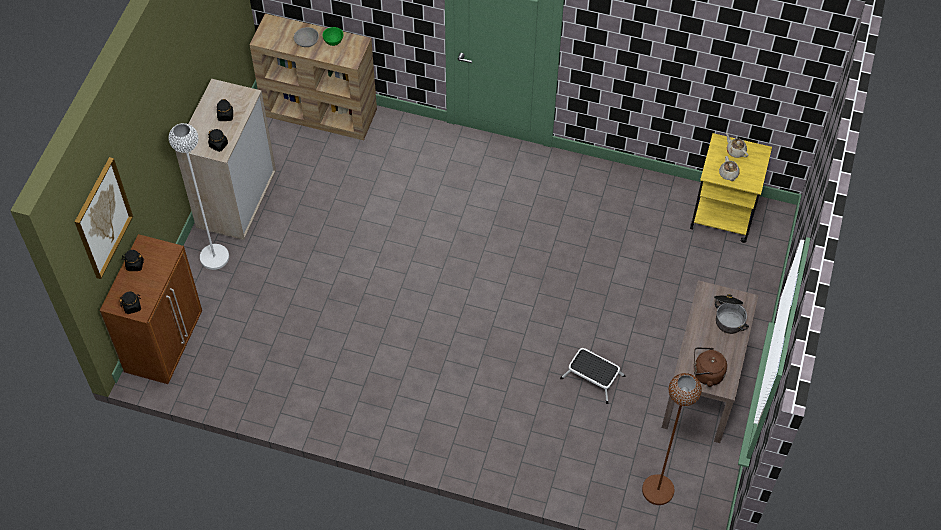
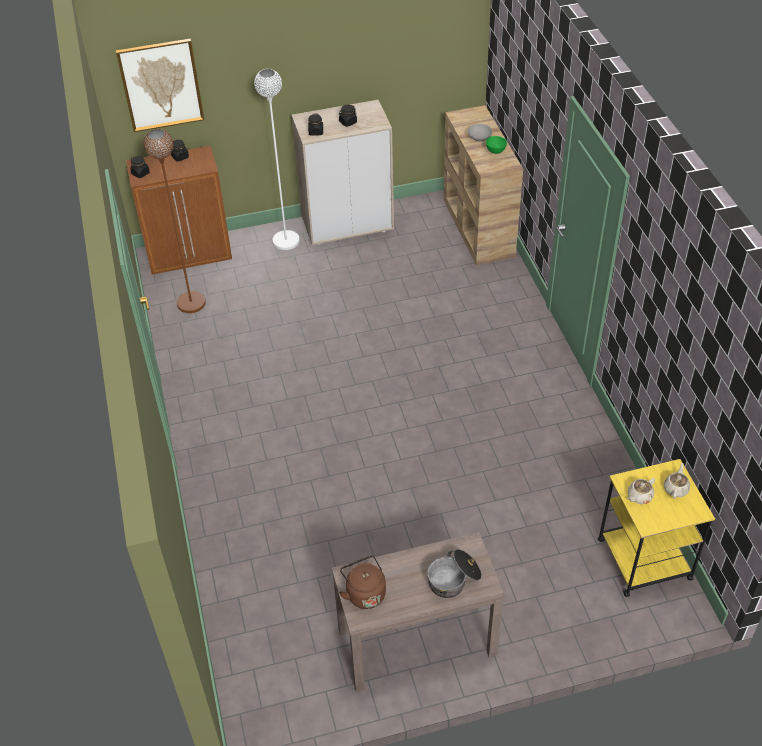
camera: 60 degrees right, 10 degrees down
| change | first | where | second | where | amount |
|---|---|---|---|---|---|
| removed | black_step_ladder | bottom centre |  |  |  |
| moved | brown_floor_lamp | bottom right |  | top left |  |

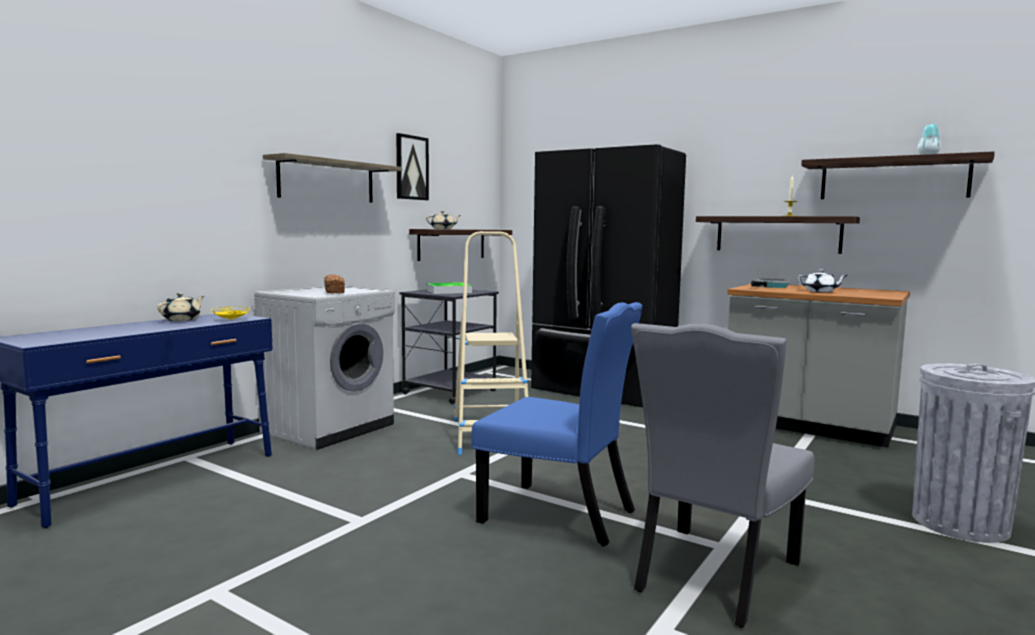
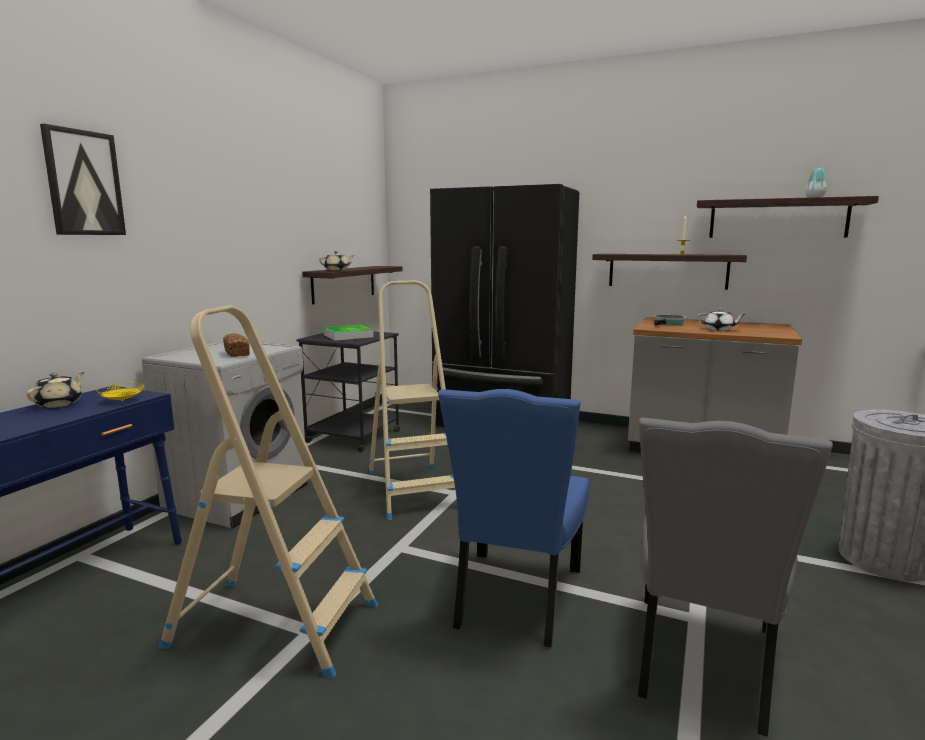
camera: 10 degrees left, 5 degrees up
| change | first | where | second | where | amount |
|---|---|---|---|---|---|
| removed | shelf (1st from left) | top left |  |  |  |
| moved | picture | top centre |  | top left |  |
| turned | blue_chair | bottom centre |  | bottom centre | 90 degrees clockwise |
| added |  |  | beige_step_ladder (1st from left) | middle left |  |

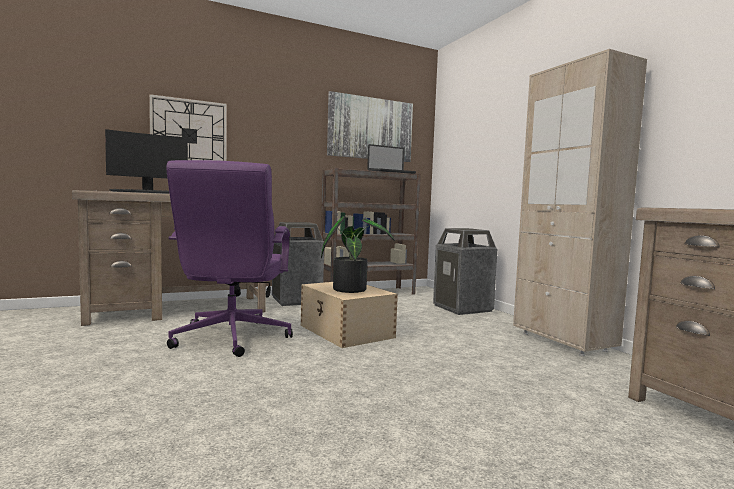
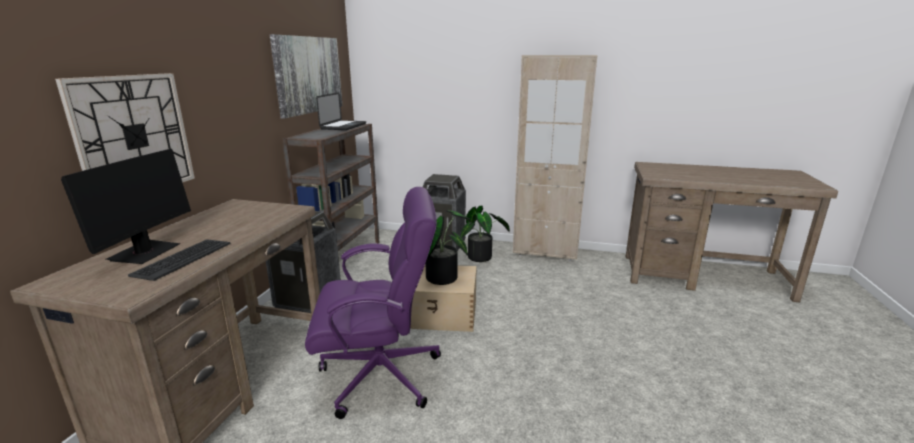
camera: 50 degrees left, 15 degrees up
| change | first | where | second | where | amount |
|---|---|---|---|---|---|
| turned | purple_office_chair | middle left |  | bottom centre | 45 degrees counterclockwise |
| added |  |  | potted_plant (2nd from left) | centre |  |

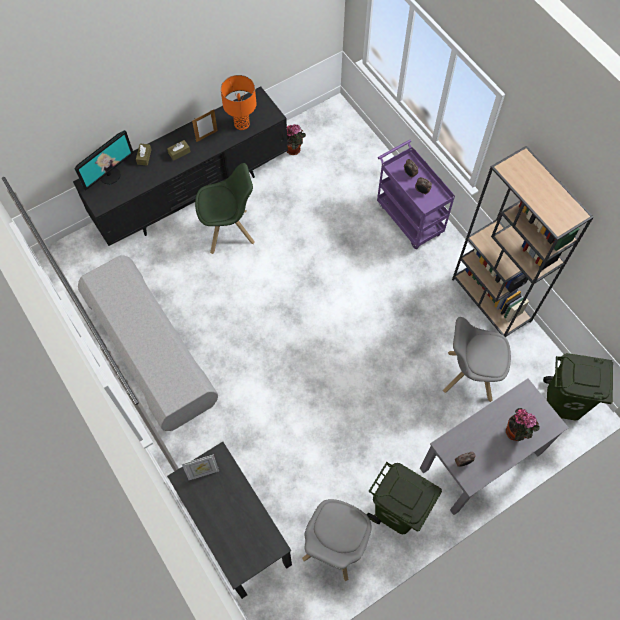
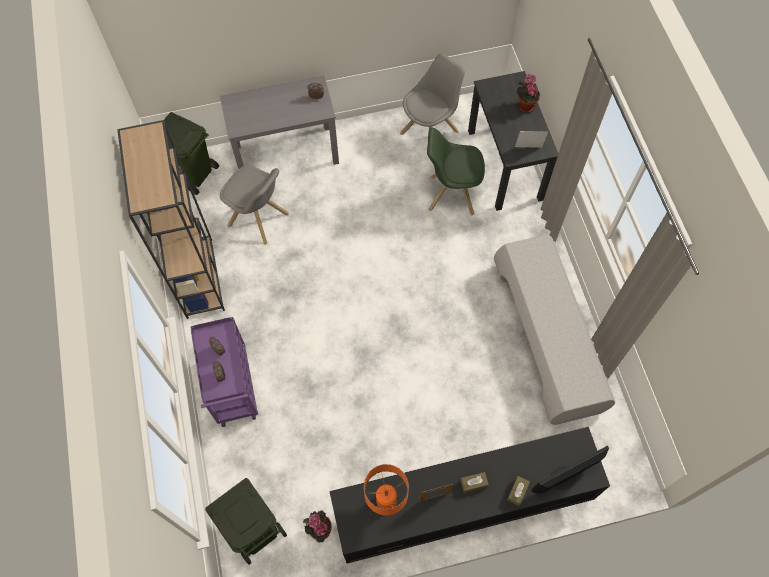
camera: 160 degrees left, 0 degrees up
| change | first | where | second | where | amount |
|---|---|---|---|---|---|
| moved | green_chair | centre |  | top centre |  |
| moved | green_trash_can (1st from left in the first image) | bottom centre | green_trash_can (2nd from left) | bottom left |  |
| moved | potted_plant (2nd from left) | bottom right |  | top right |  |

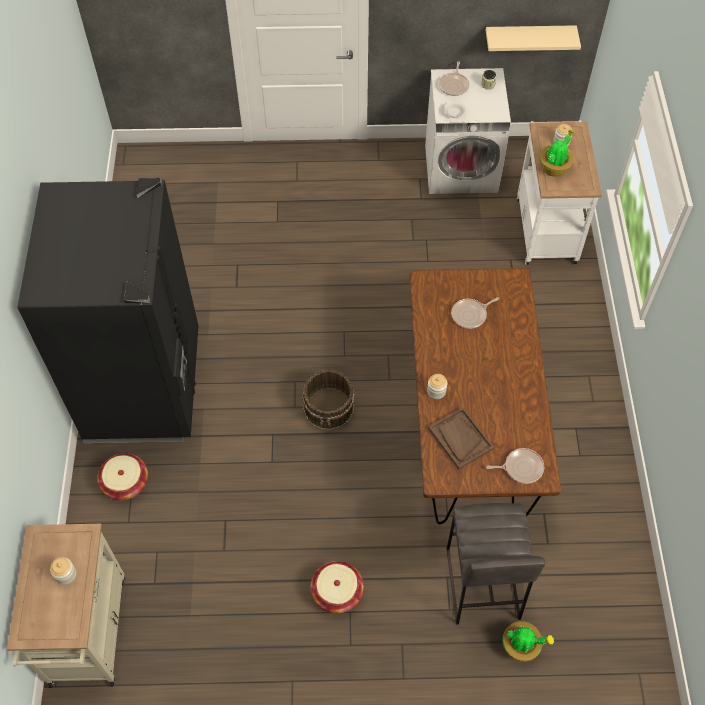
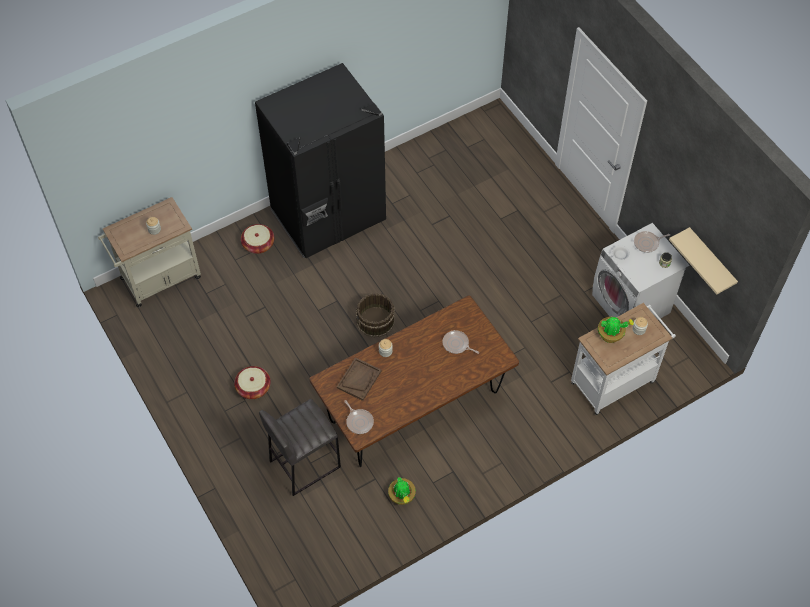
camera: 60 degrees right, 0 degrees up
| change | first | where | second | where | amount |
|---|---|---|---|---|---|
| moved | potted_plant (1st from left) | bottom right |  | bottom centre |  |

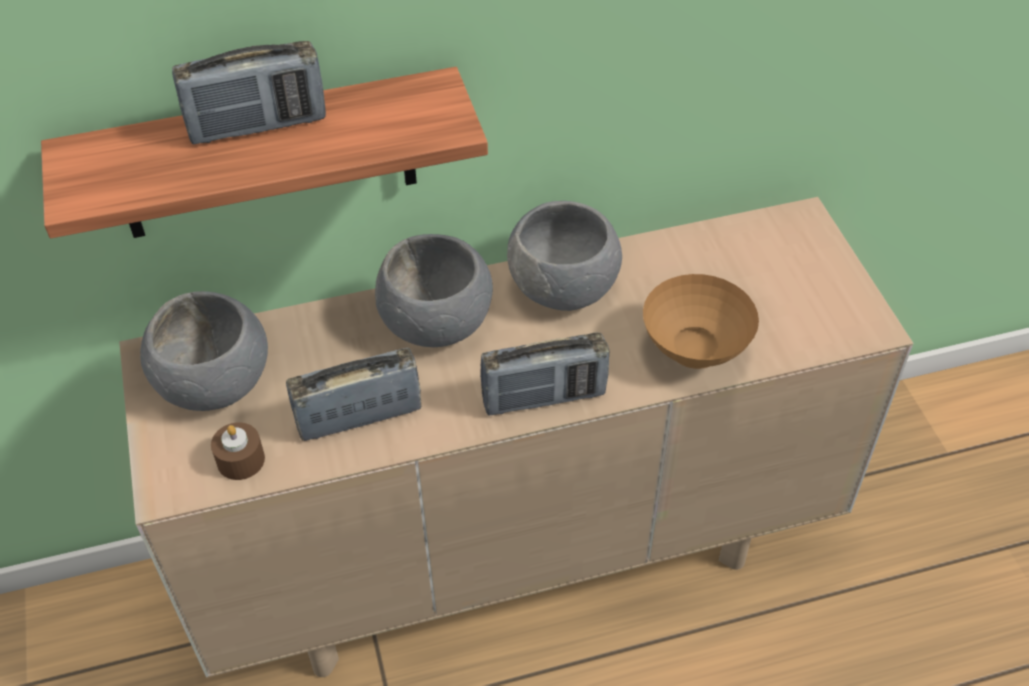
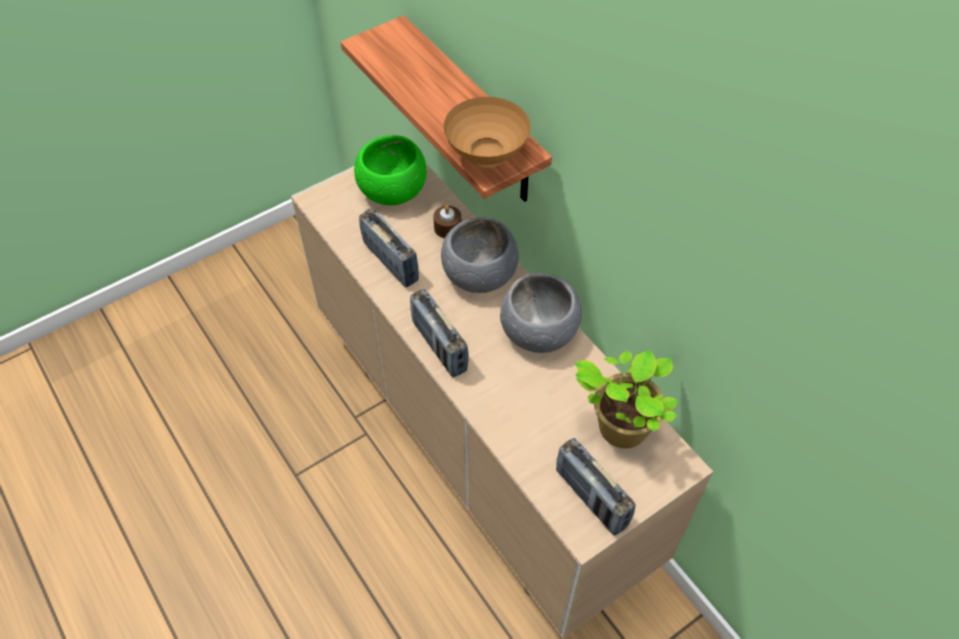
camera: 70 degrees right, 5 degrees up
| change | first | where | second | where | amount |
|---|---|---|---|---|---|
| recoloured | grey_bowl (1st from left) | middle left | green_bowl | top centre |  |
| moved | radio (1st from left in the first image) | top left | radio (3rd from left) | bottom centre |  |
| moved | brown_candle | middle left |  | centre |  |
| moved | brown_bowl | middle right |  | top centre |  |
| added |  |  | potted_plant | centre |  |

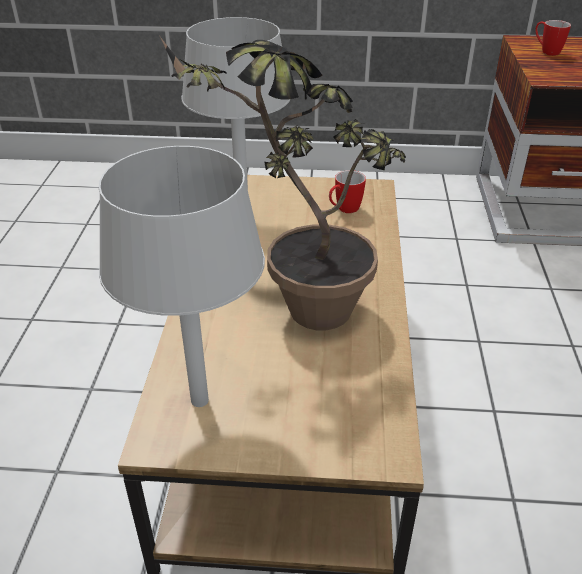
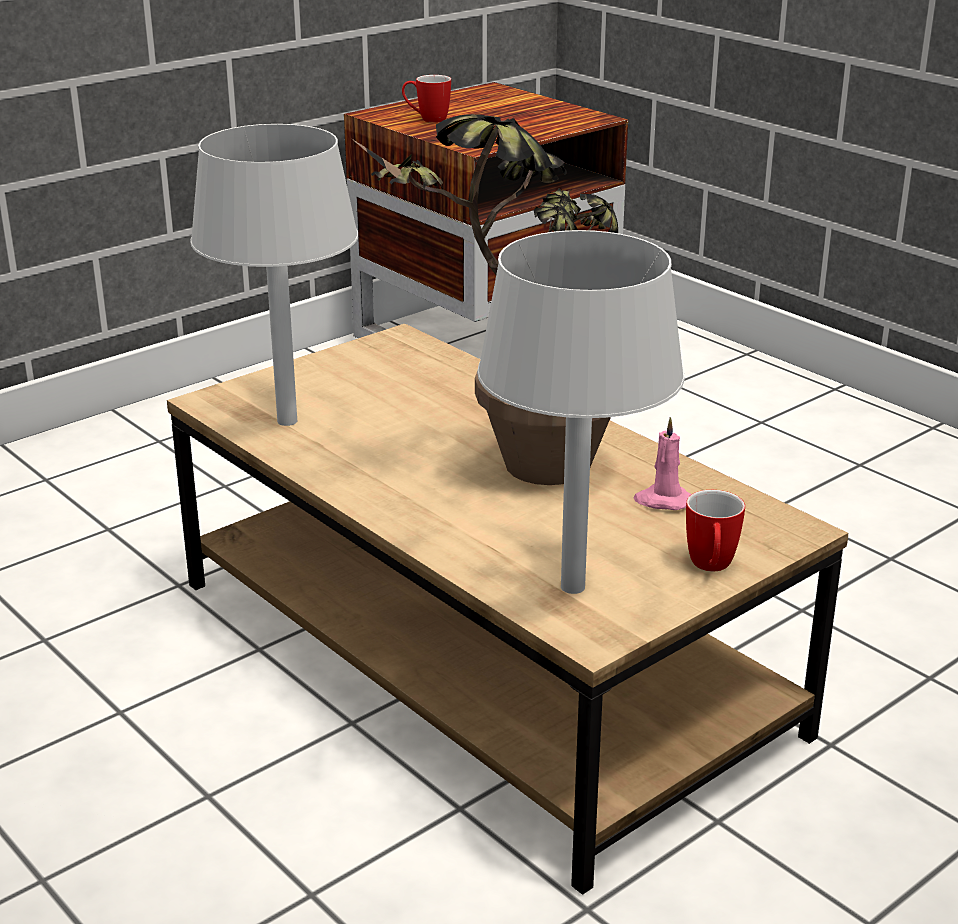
camera: 45 degrees left, 10 degrees down
| change | first | where | second | where | amount |
|---|---|---|---|---|---|
| moved | mug (1st from left in the first image) | top centre | mug (2nd from left) | middle right |  |
| added |  |  | pink_candle | middle right |  |

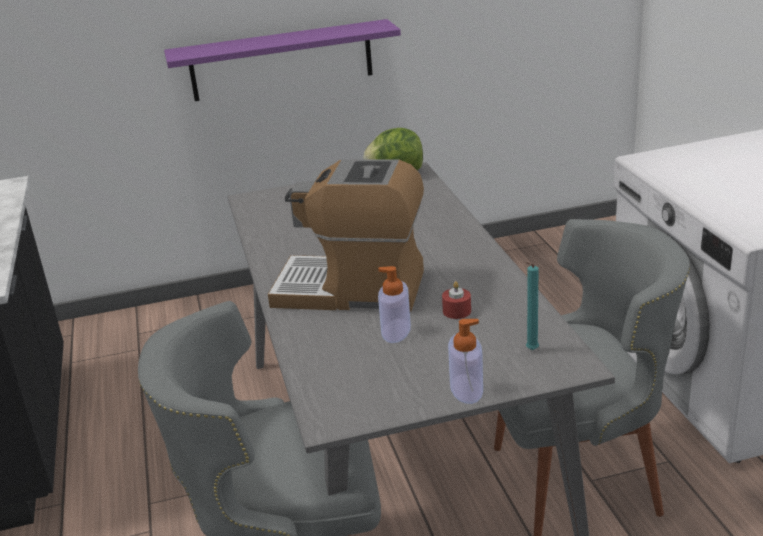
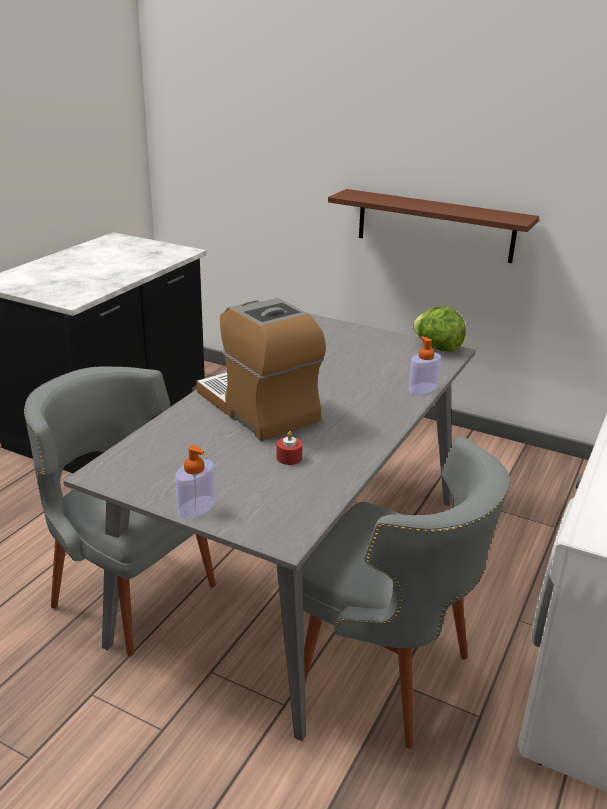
camera: 40 degrees right, 0 degrees up
| change | first | where | second | where | amount |
|---|---|---|---|---|---|
| recoloured | purple_shelf | top centre | brown_shelf | top right |  |
| moved | soap_dispenser (1st from left in the first image) | centre | soap_dispenser (2nd from left) | middle right |  |
| removed | turquoise_candle | middle right |  |  |  |

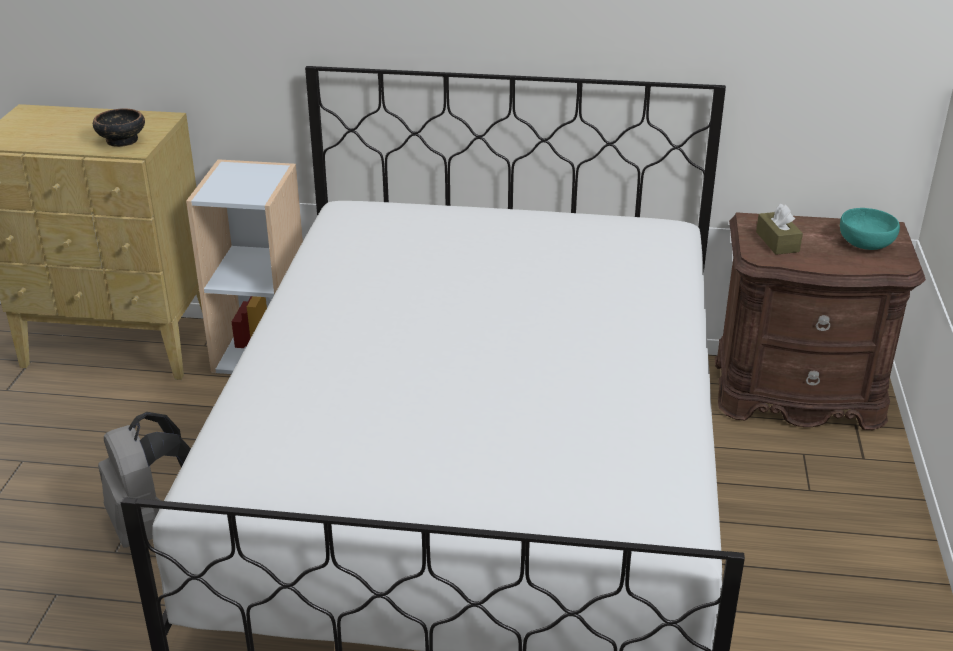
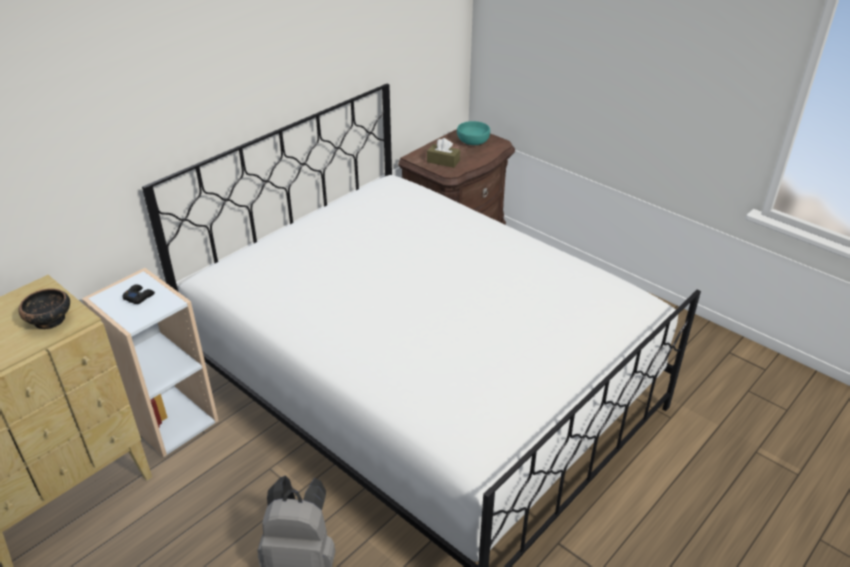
camera: 55 degrees left, 5 degrees up
| change | first | where | second | where | amount |
|---|---|---|---|---|---|
| added |  |  | black_game_controller | middle left |  |

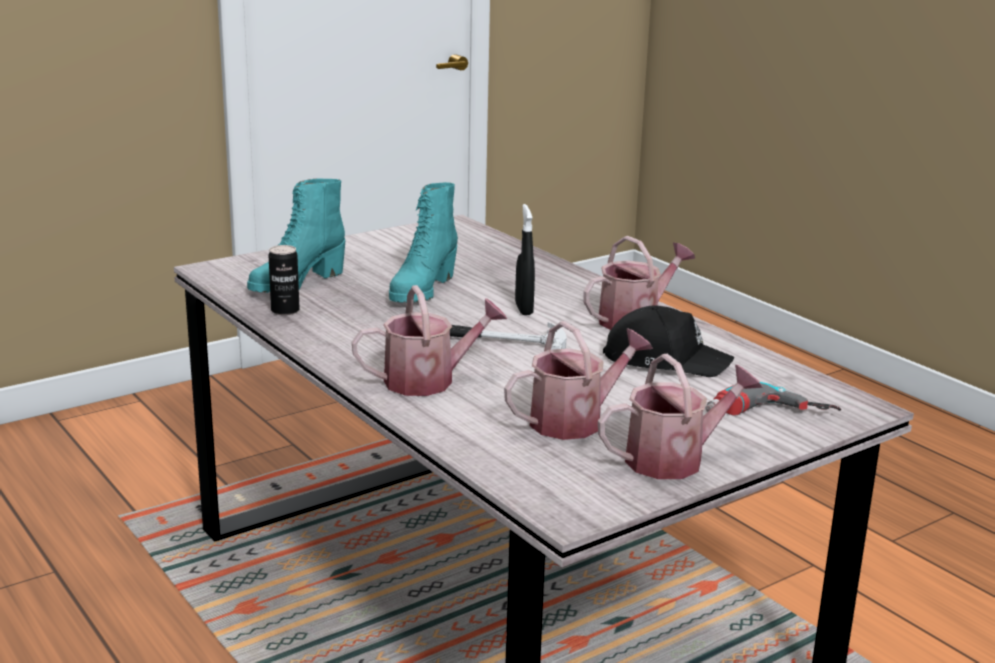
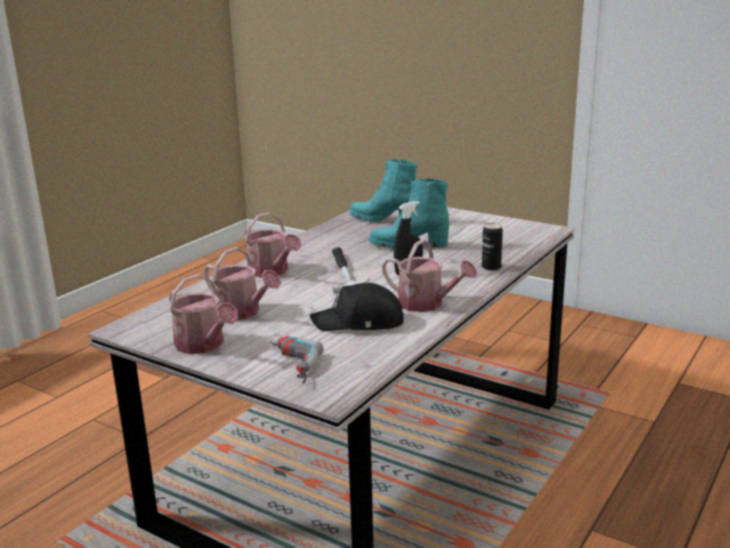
camera: 70 degrees right, 0 degrees up
| change | first | where | second | where | amount |
|---|---|---|---|---|---|
| moved | can | middle left |  | middle right |  |
| turned | black_cap | middle right |  | centre | 90 degrees clockwise |

